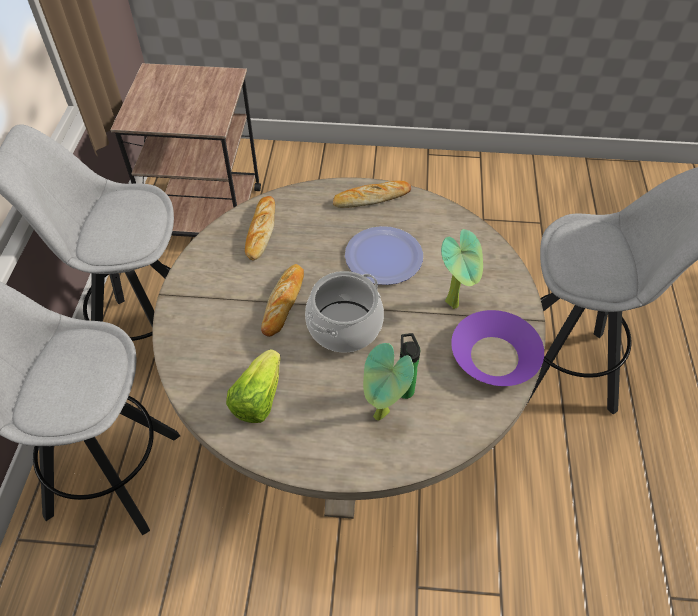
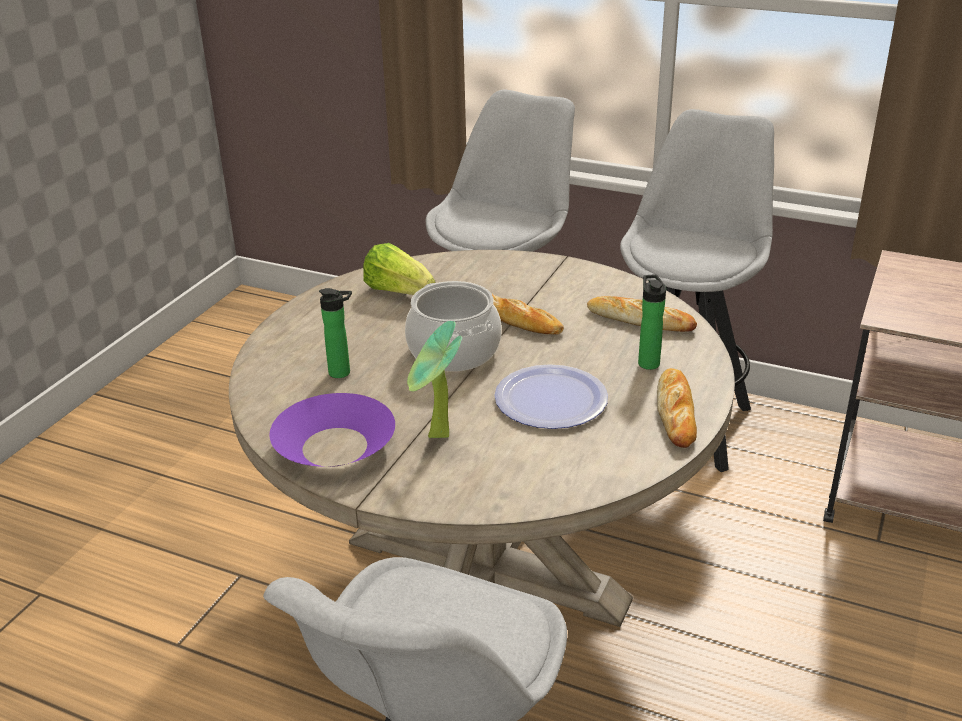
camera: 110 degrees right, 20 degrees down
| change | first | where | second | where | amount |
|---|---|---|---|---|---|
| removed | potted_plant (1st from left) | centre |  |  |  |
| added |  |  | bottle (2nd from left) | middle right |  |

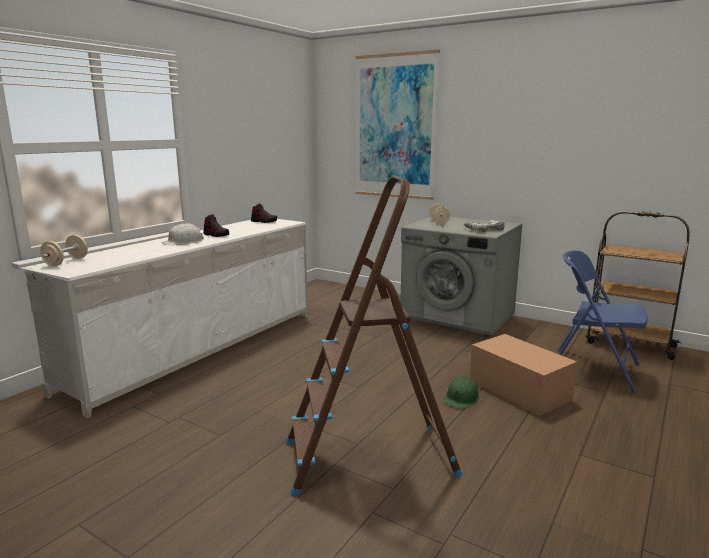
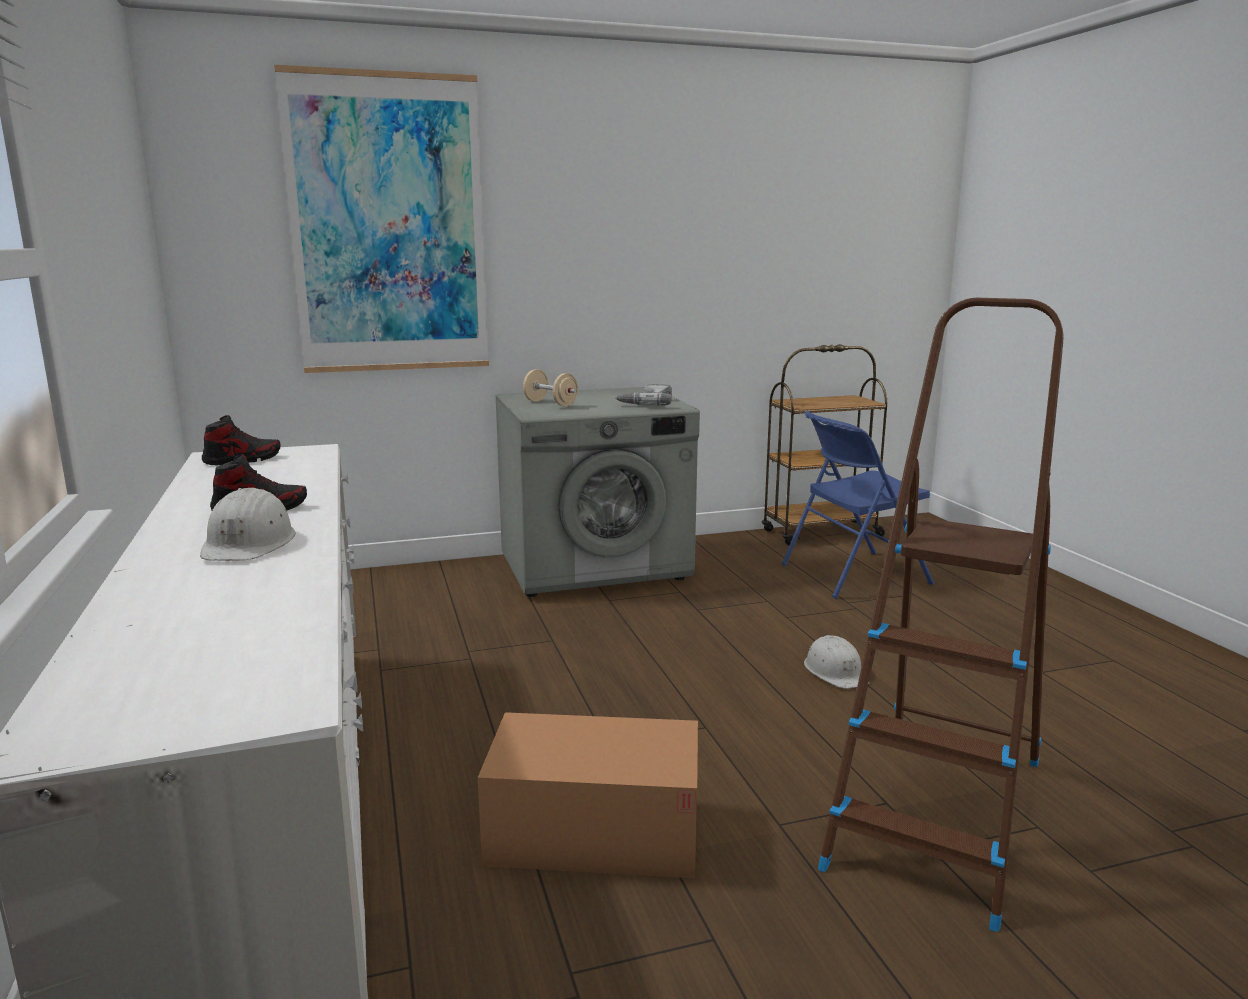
camera: 50 degrees left, 0 degrees up
| change | first | where | second | where | amount |
|---|---|---|---|---|---|
| removed | beige_dumbbell (1st from left) | middle left |  |  |  |
| recoloured | green_hard_hat | bottom centre | white_hard_hat (2nd from left) | middle right |  |
| moved | cardboard_box | bottom right |  | bottom centre |  |

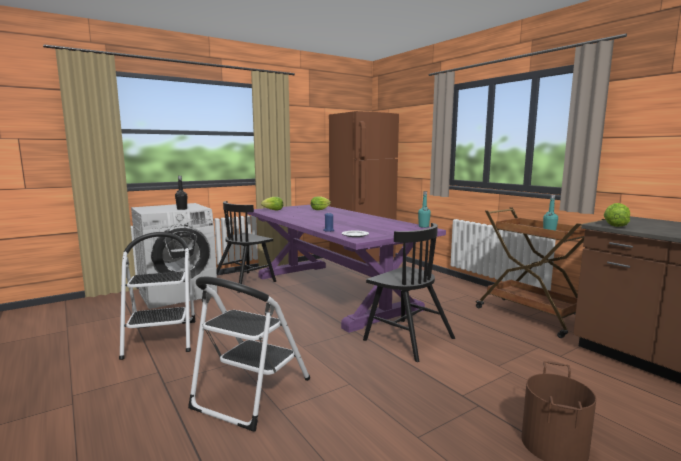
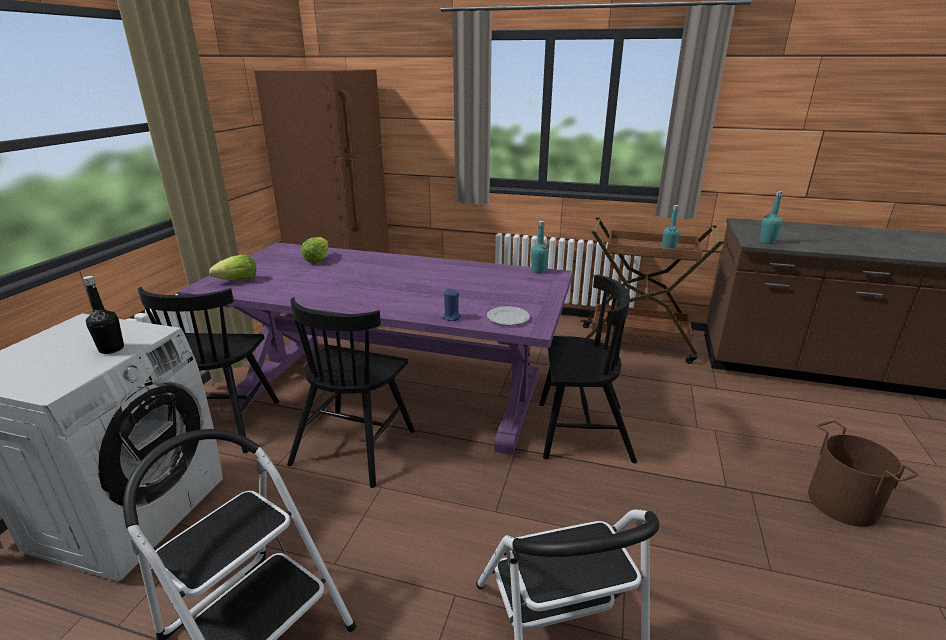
camera: 40 degrees left, 15 degrees up
| change | first | where | second | where | amount |
|---|---|---|---|---|---|
| replaced | lettuce (3rd from left) | middle right | turquoise_bottle (3rd from left) | middle right |  |
| added |  |  | black_chair (2nd from left) | centre |  |

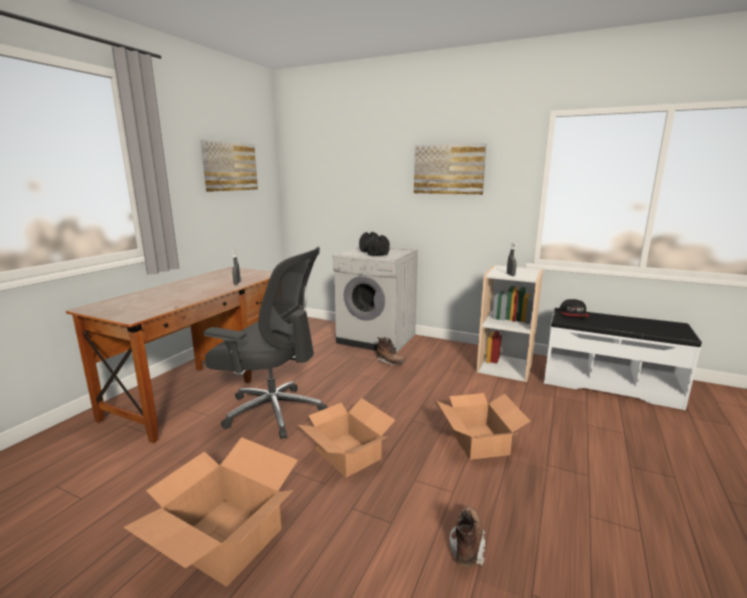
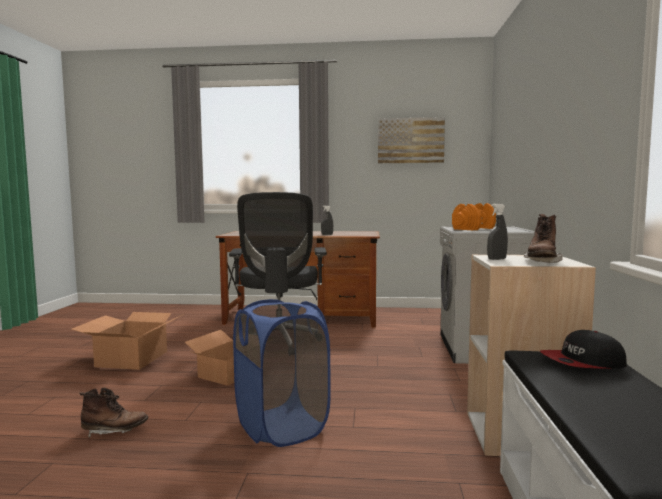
camera: 70 degrees right, 10 degrees down
| change | first | where | second | where | amount |
|---|---|---|---|---|---|
| recoloured | black_dumbbell | centre | orange_dumbbell | middle right |  |
| moved | brown_boot (1st from left in the first image) | centre | brown_boot (2nd from left) | middle right |  |
| removed | picture (2nd from left) | top centre |  |  |  |
| replaced | cardboard_box (3rd from left) | bottom centre | blue_laundry_basket | bottom centre |  |

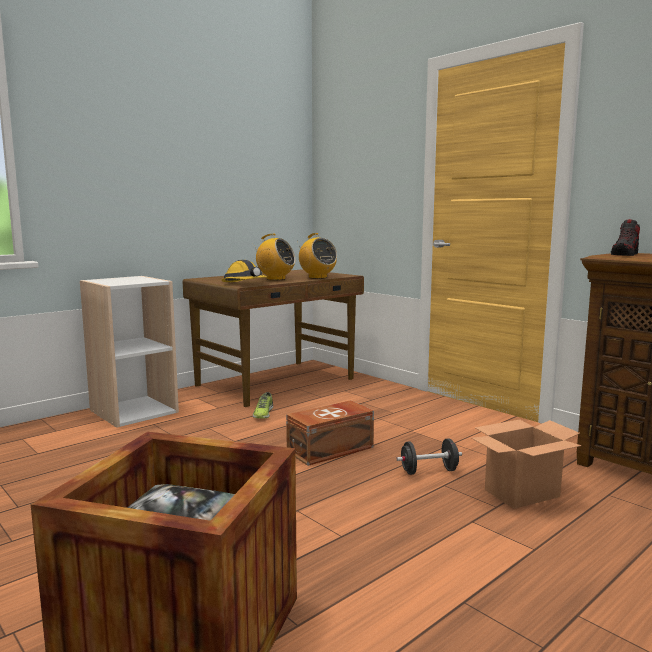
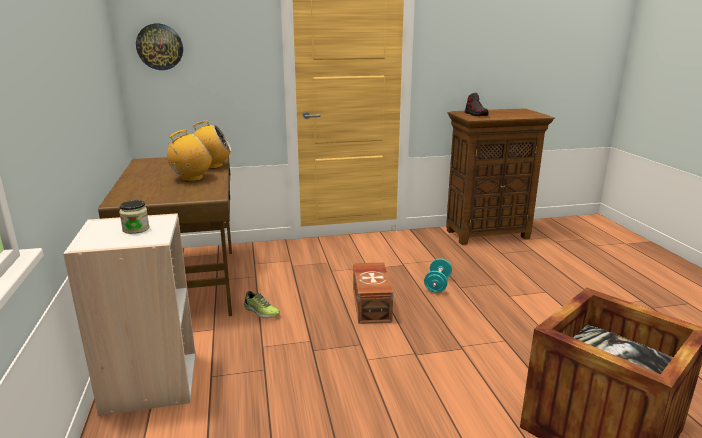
camera: 60 degrees left, 10 degrees up
| change | first | where | second | where | amount |
|---|---|---|---|---|---|
| removed | hard_hat | centre |  |  |  |
| recoloured | black_dumbbell | bottom centre | turquoise_dumbbell | centre |  |
| removed | cardboard_box | bottom right |  |  |  |
| added |  |  | jar | middle left |  |
| added |  |  | wall_clock | top left |  |

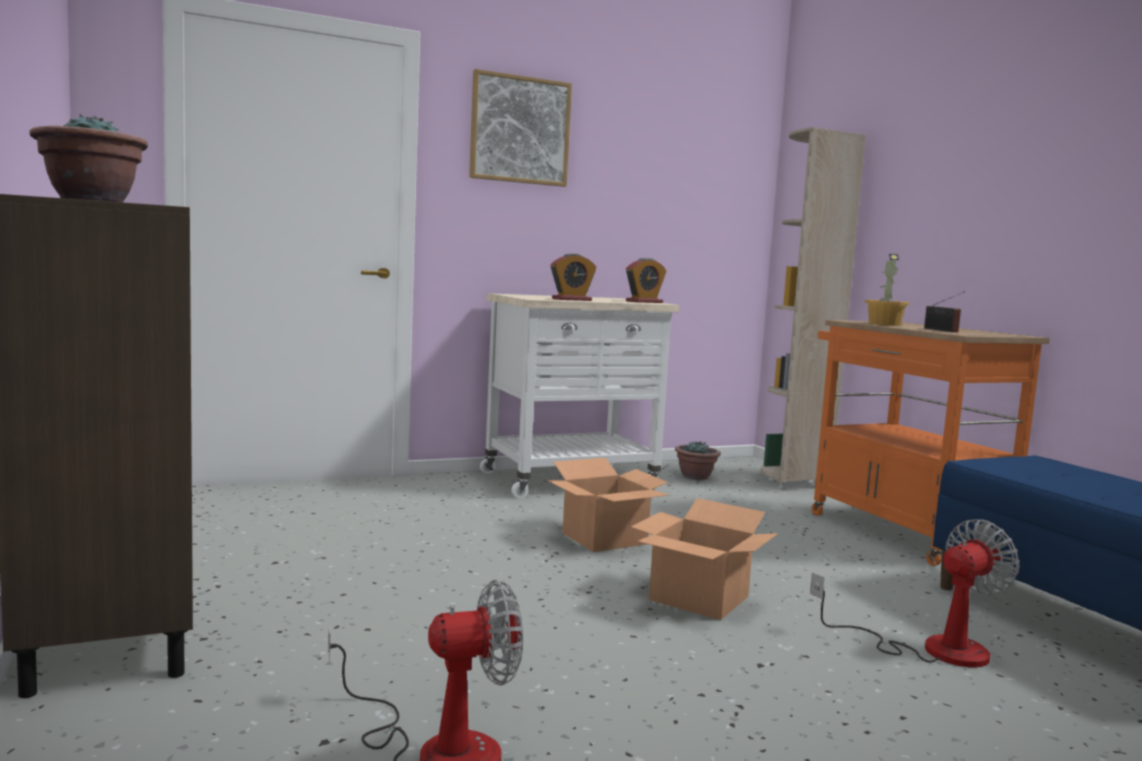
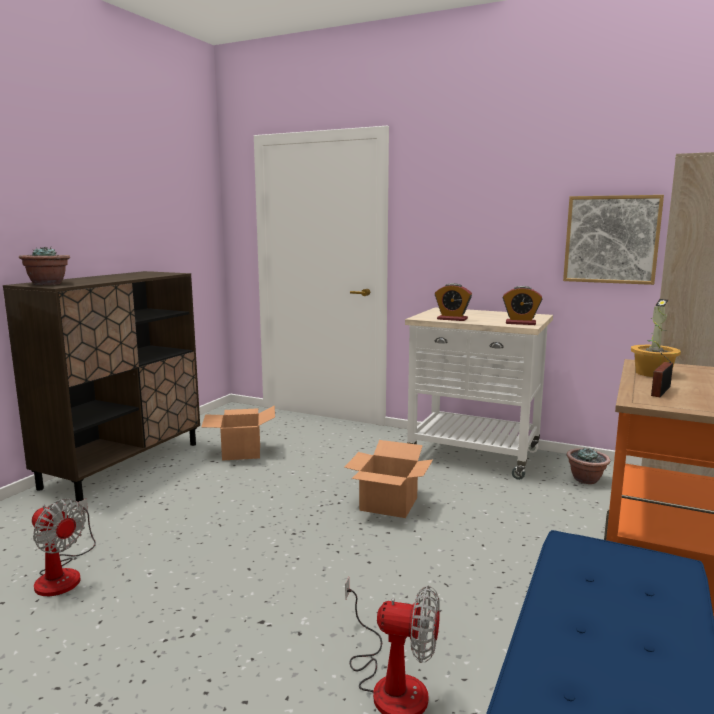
camera: 50 degrees right, 5 degrees up
| change | first | where | second | where | amount |
|---|---|---|---|---|---|
| moved | picture | top centre |  | middle right |  |
| moved | cardboard_box (2nd from left in the first image) | bottom centre | cardboard_box (1st from left) | centre |  |

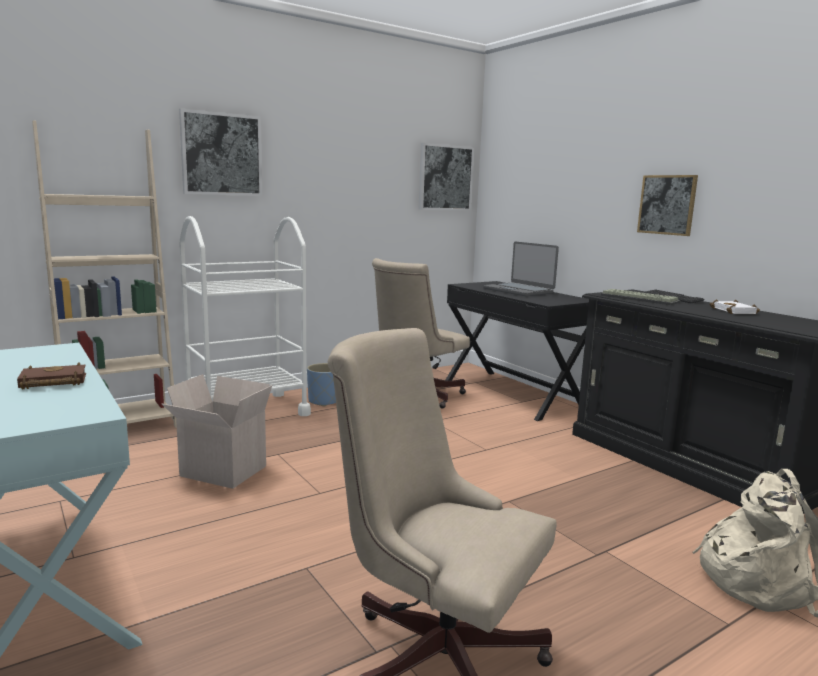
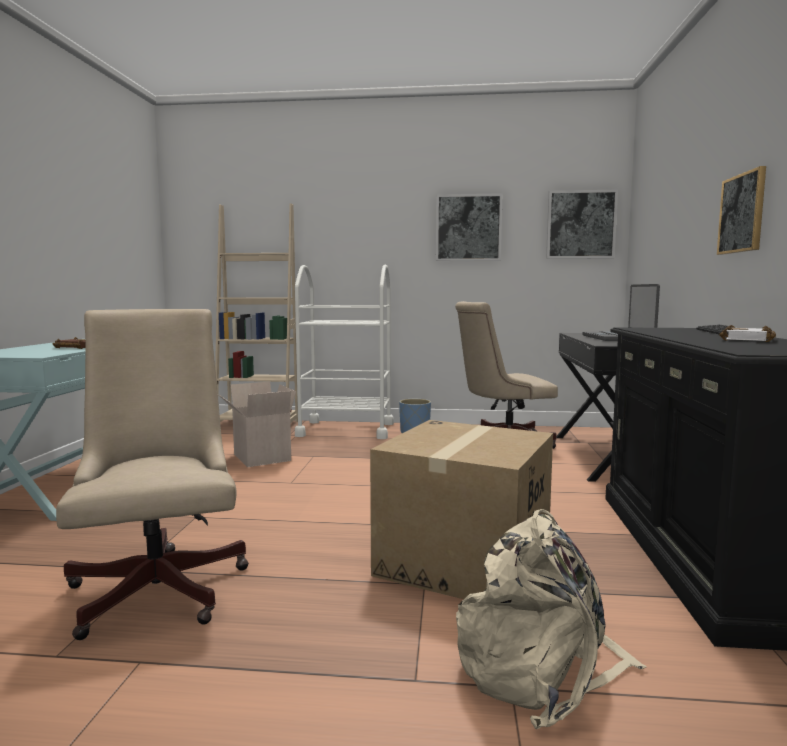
camera: 40 degrees right, 5 degrees down
| change | first | where | second | where | amount |
|---|---|---|---|---|---|
| moved | picture (1st from left) | top left |  | top centre |  |
| removed | keyboard (1st from left) | middle right |  |  |  |
| added |  |  | cardboard_box (2nd from left) | bottom centre |  |

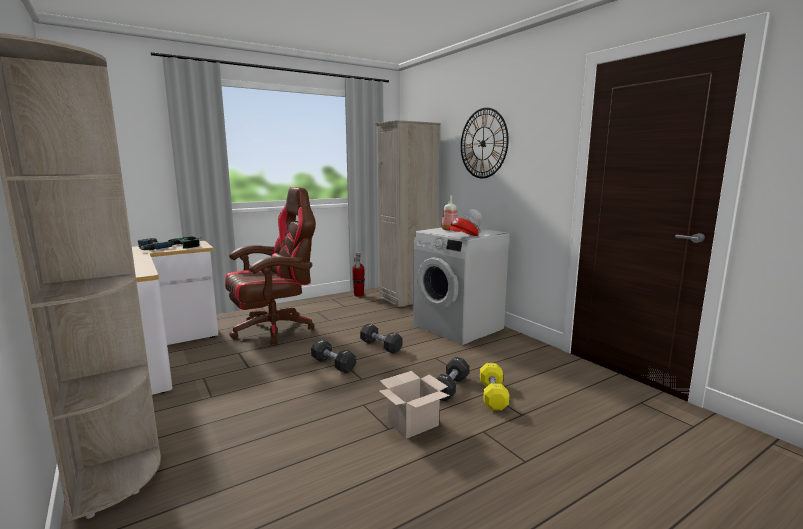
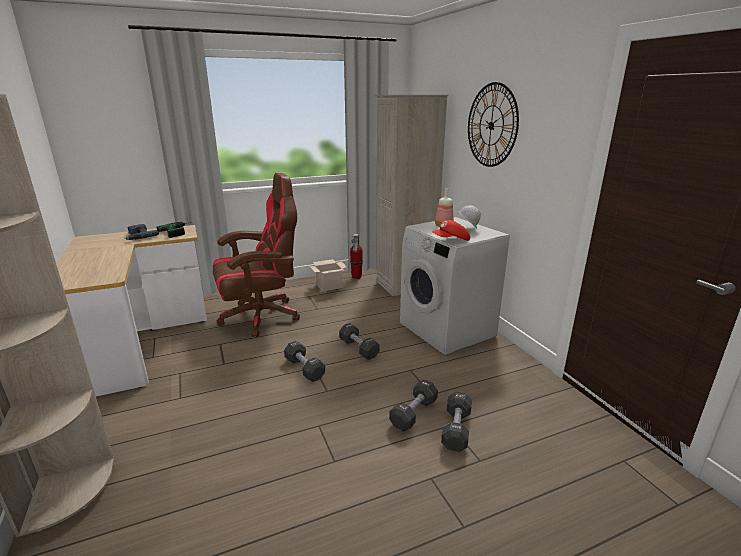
camera: 10 degrees right, 10 degrees up
| change | first | where | second | where | amount |
|---|---|---|---|---|---|
| moved | cardboard_box | bottom centre |  | centre |  |
| recoloured | yellow_dumbbell | bottom centre | black_dumbbell (4th from left) | bottom centre |  |

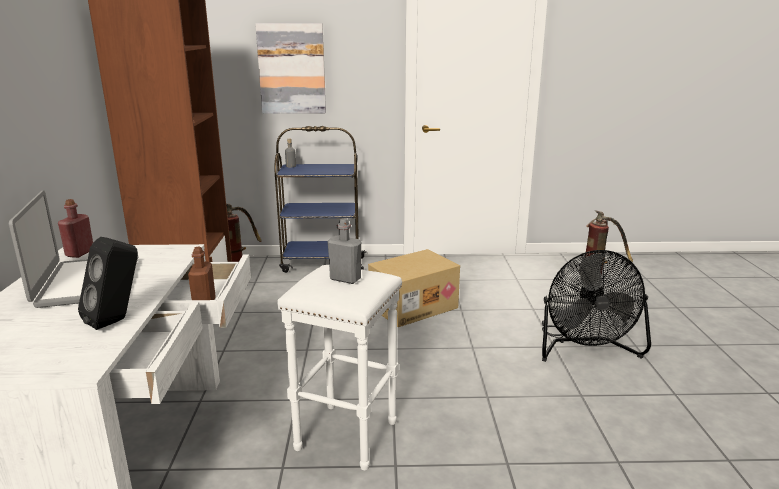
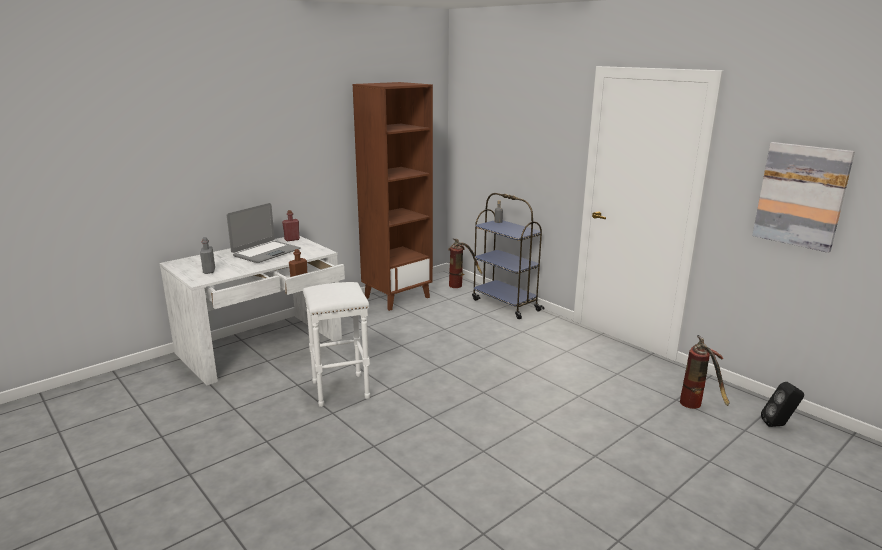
camera: 50 degrees right, 0 degrees up
| change | first | where | second | where | amount |
|---|---|---|---|---|---|
| moved | black_speaker | middle left |  | bottom right |  |
| moved | picture | top centre |  | middle right |  |
| moved | grey_bottle (2nd from left in the first image) | centre | grey_bottle (1st from left) | middle left |  |
| removed | cardboard_box | centre |  |  |  |
| removed | black_fan | middle right |  |  |  |

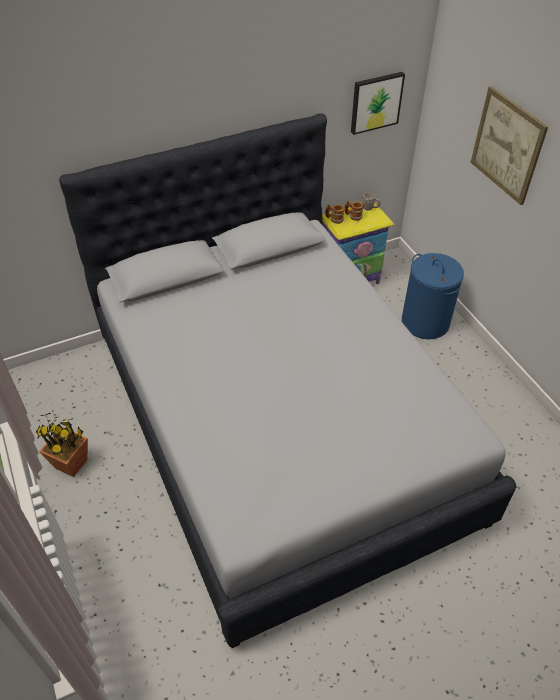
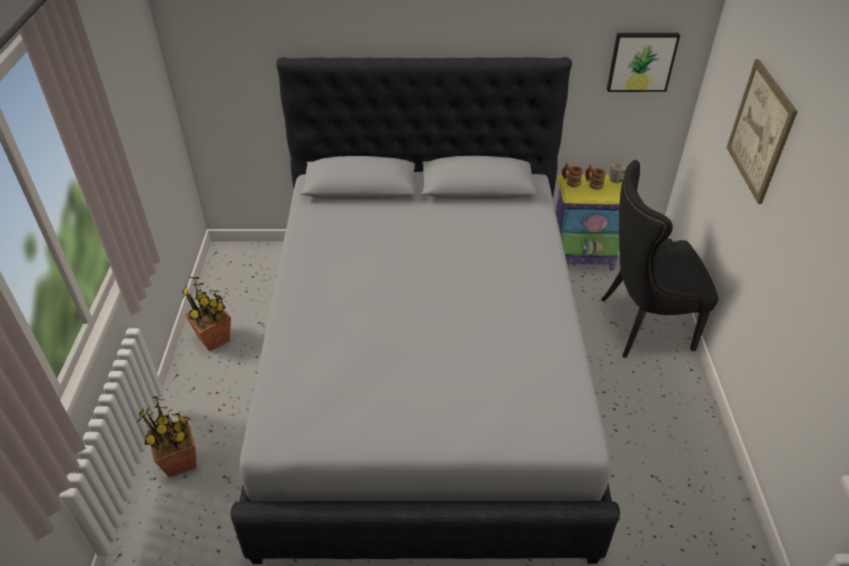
camera: 25 degrees right, 5 degrees down
| change | first | where | second | where | amount |
|---|---|---|---|---|---|
| replaced | blue_laundry_basket | middle right | black_chair | middle right |  |
| added |  |  | potted_plant (1st from left) | bottom left |  |

